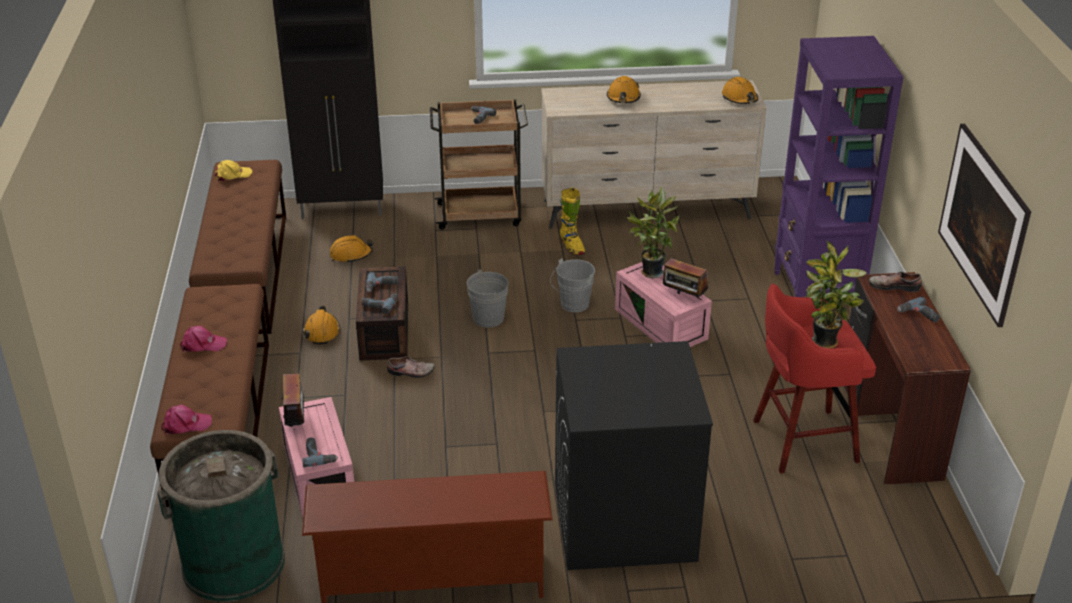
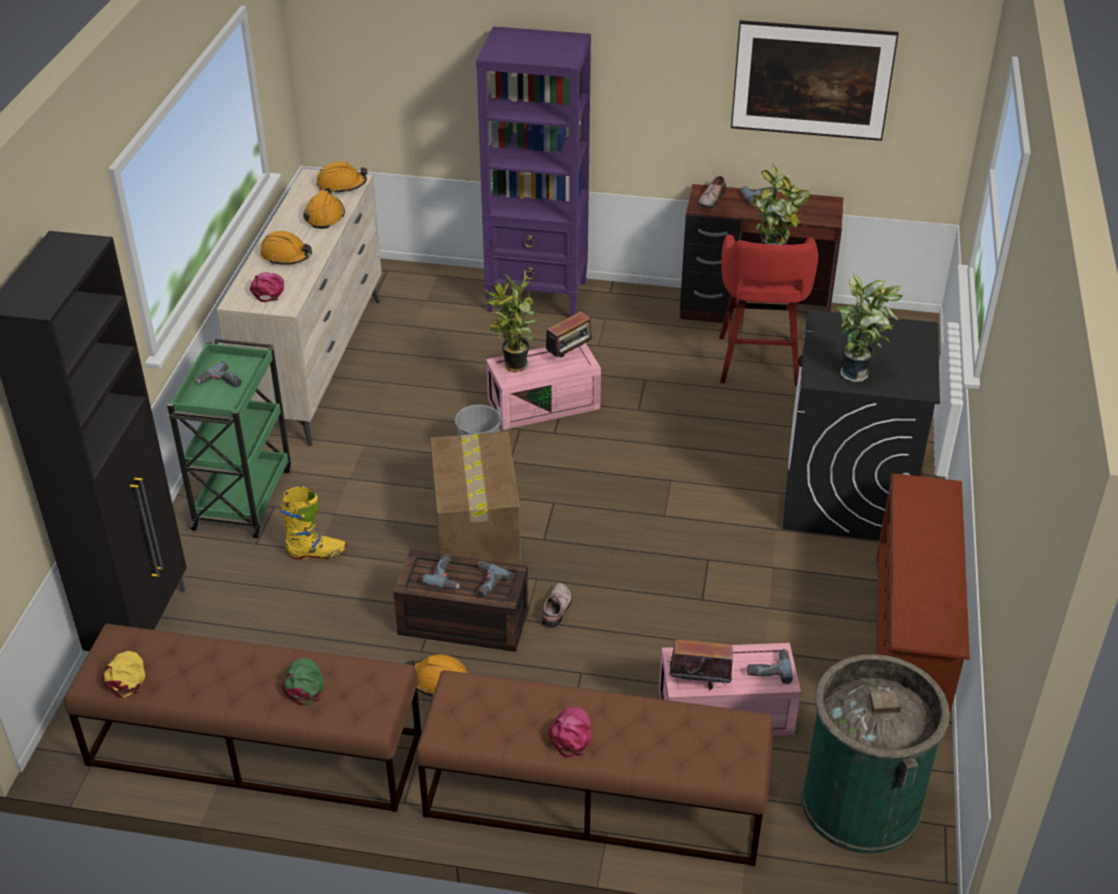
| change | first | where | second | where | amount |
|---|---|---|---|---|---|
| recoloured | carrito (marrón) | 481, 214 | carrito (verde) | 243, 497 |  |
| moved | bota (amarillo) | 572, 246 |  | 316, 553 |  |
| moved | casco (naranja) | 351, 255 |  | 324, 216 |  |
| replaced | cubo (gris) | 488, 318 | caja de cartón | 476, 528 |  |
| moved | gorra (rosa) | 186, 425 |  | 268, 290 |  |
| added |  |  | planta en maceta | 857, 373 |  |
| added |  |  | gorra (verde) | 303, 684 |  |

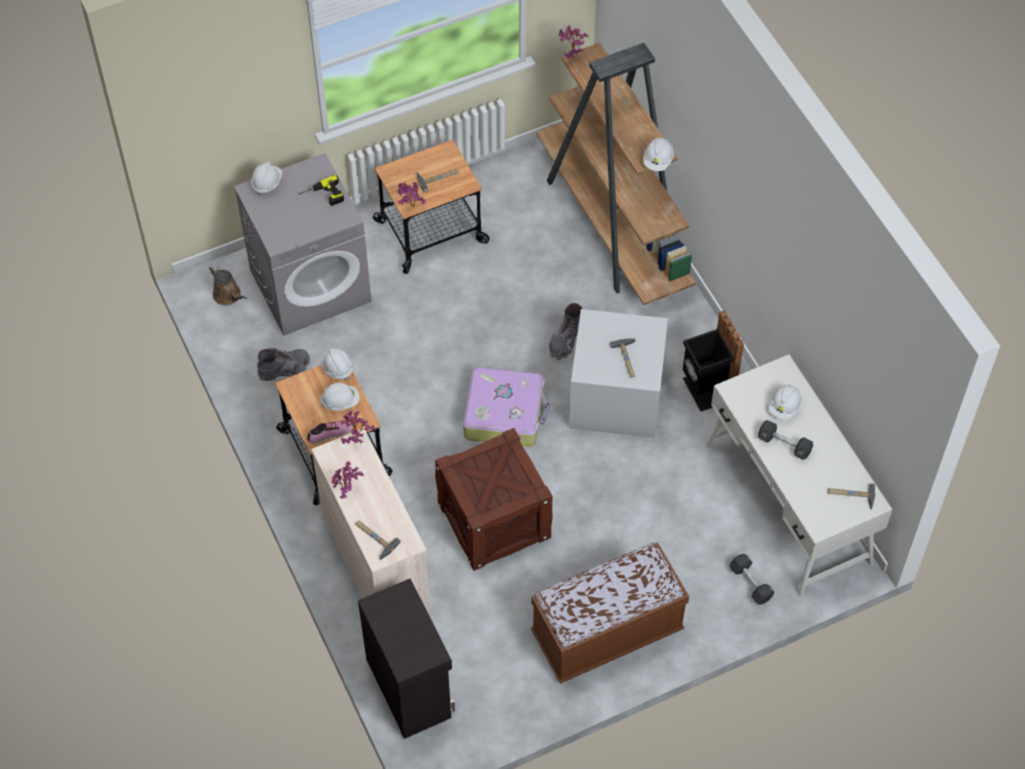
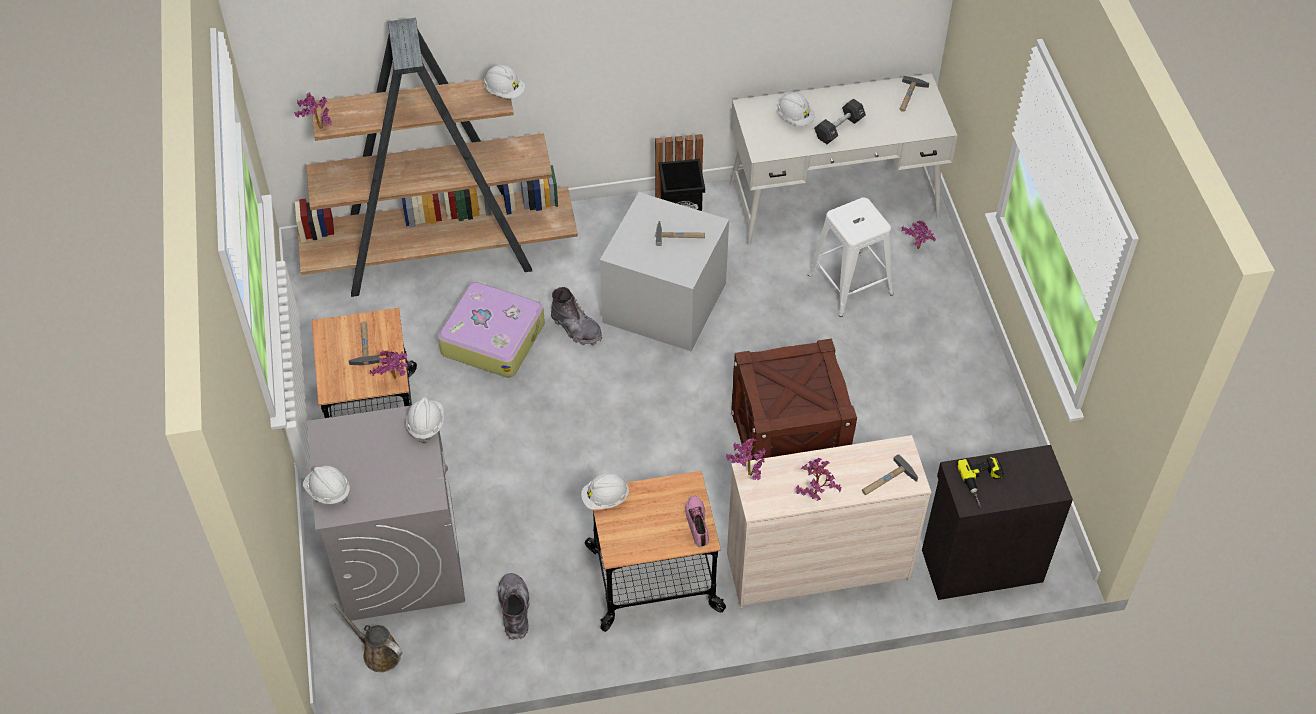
| change | first | where | second | where | amount |
|---|---|---|---|---|---|
| moved | taladro | 323, 196 |  | 983, 484 |  |
| turned | regadera (marrón) | 228, 296 |  | 378, 653 | 120 degrees counterclockwise |
| moved | maleta | 505, 413 |  | 493, 338 |  |
| moved | casco (blanco) | 340, 402 |  | 426, 424 |  |
| removed | banco (marrón) | 607, 633 |  |  |  |
| replaced | mancuerna (negro) | 750, 583 | planta en maceta | 916, 249 |  |
| added |  |  | taburete (blanco) | 850, 284 |  |

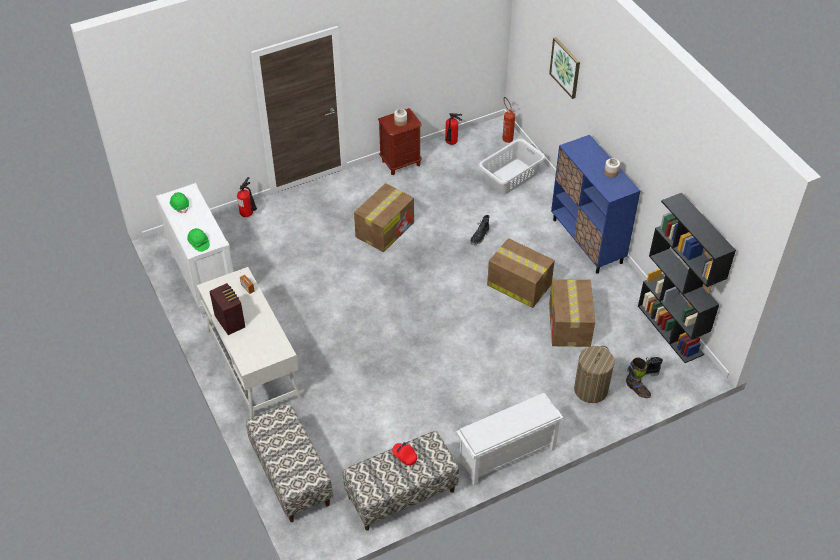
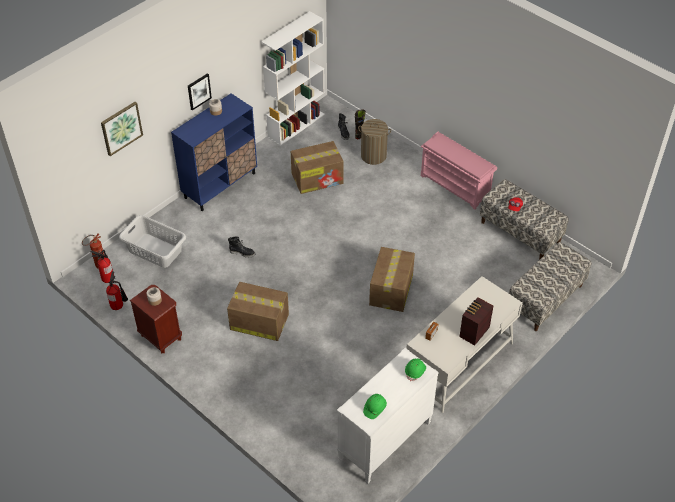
| change | first | where | second | where | amount |
|---|---|---|---|---|---|
| moved | extintor | 249, 214 |  | 108, 277 |  |
| recoloured | estantería (negro) | 671, 330 | estantería (blanco) | 296, 125 |  |
| moved | caja de cartón | 518, 284 |  | 391, 290 |  |
| recoloured | zapatero (blanco) | 506, 456 | zapatero (rosa) | 455, 186 |  |
| added |  |  | cuadro | 199, 91 |  |

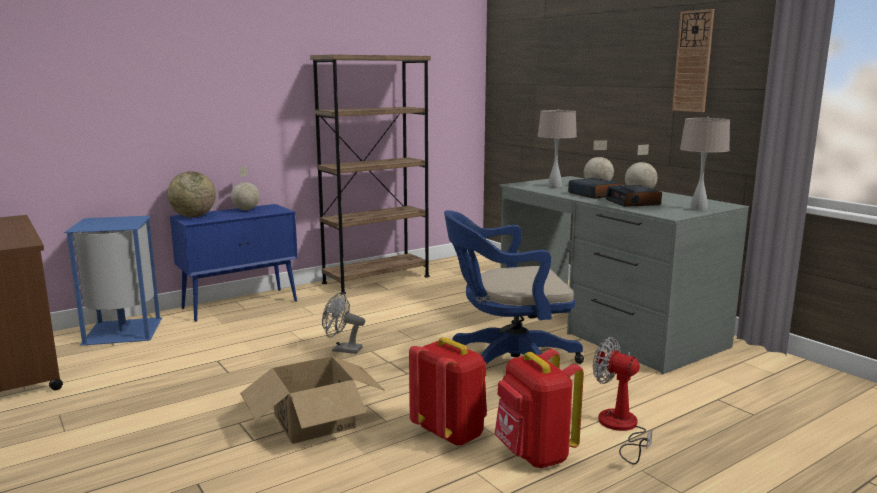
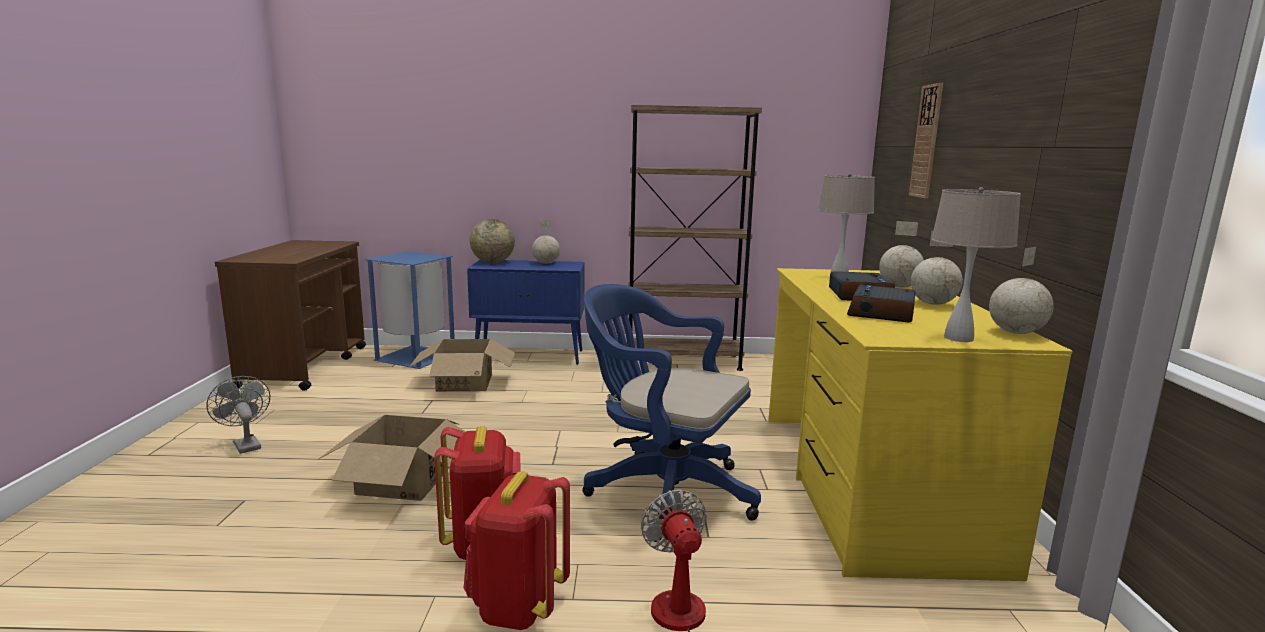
| change | first | where | second | where | amount |
|---|---|---|---|---|---|
| moved | reloj de pared | 693, 61 |  | 926, 141 |  |
| recoloured | escritorio (gris) | 605, 325 | escritorio (amarillo) | 867, 484 |  |
| moved | ventilador (gris) | 342, 349 |  | 245, 444 |  |
| added |  |  | globo terráqueo | 1015, 332 |  |
| added |  |  | caja de cartón | 464, 383 |  |

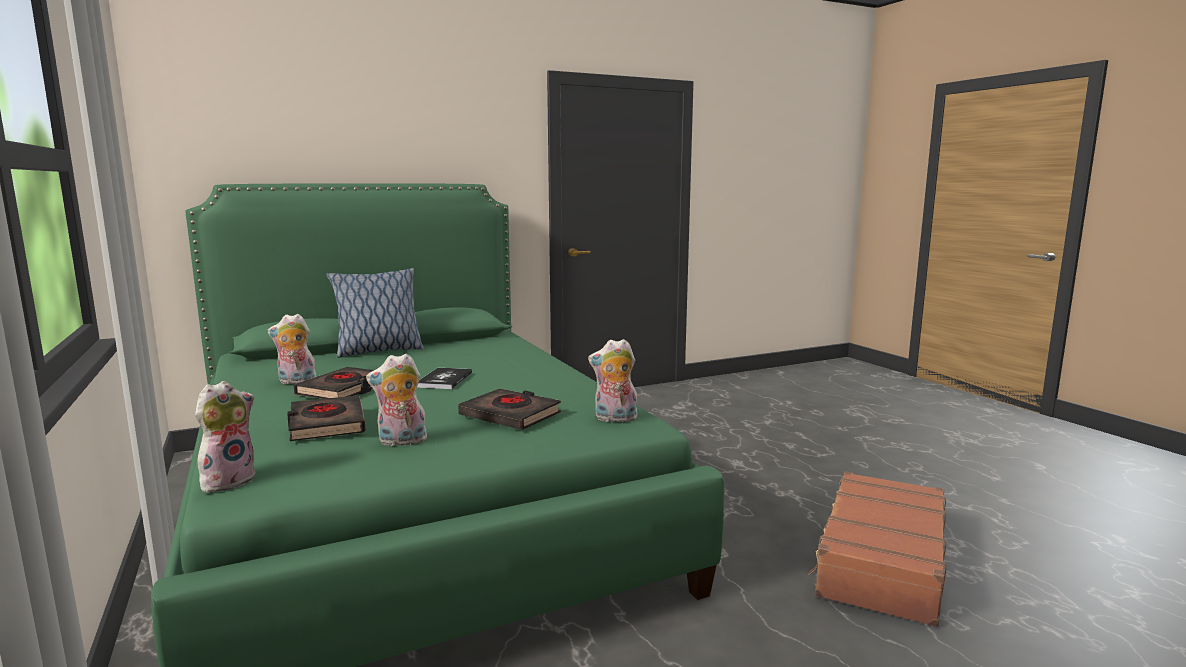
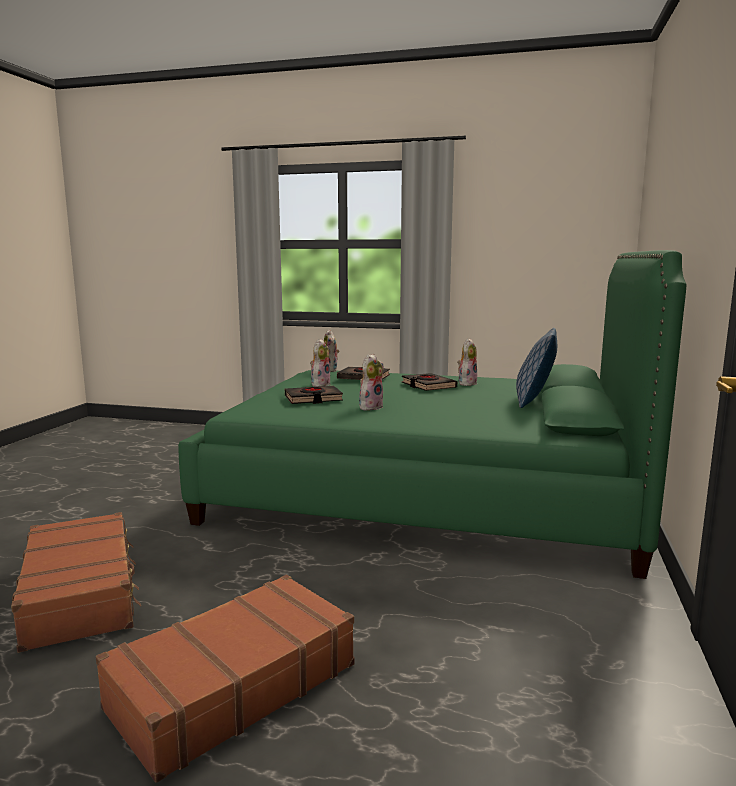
| change | first | where | second | where | amount |
|---|---|---|---|---|---|
| moved | peluche | 614, 419 |  | 370, 407 |  |
| removed | libro | 444, 380 |  |  |  |
| added |  |  | maleta (marrón) | 232, 686 |  |

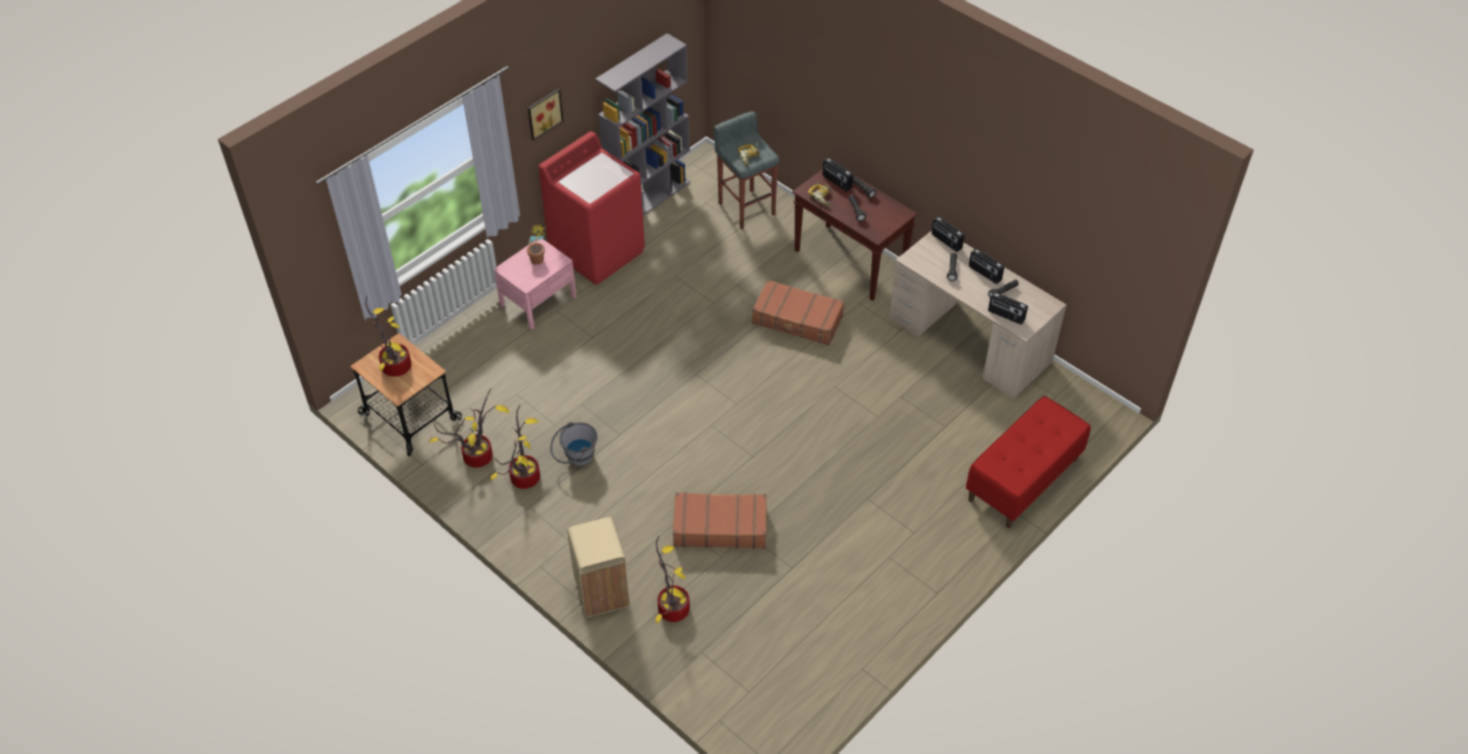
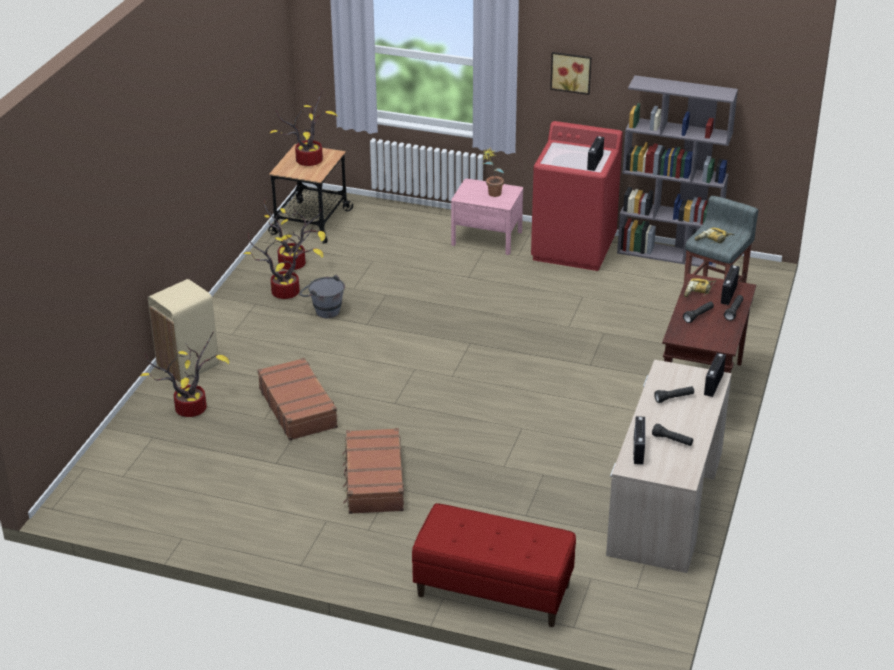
| change | first | where | second | where | amount |
|---|---|---|---|---|---|
| moved | radio | 984, 273 |  | 594, 162 |  |
| moved | maleta (marrón) | 797, 320 |  | 373, 480 |  |

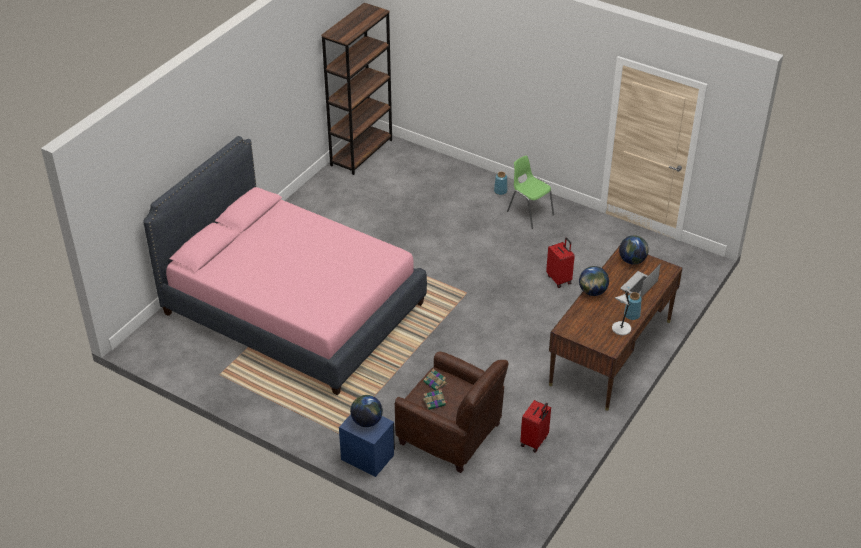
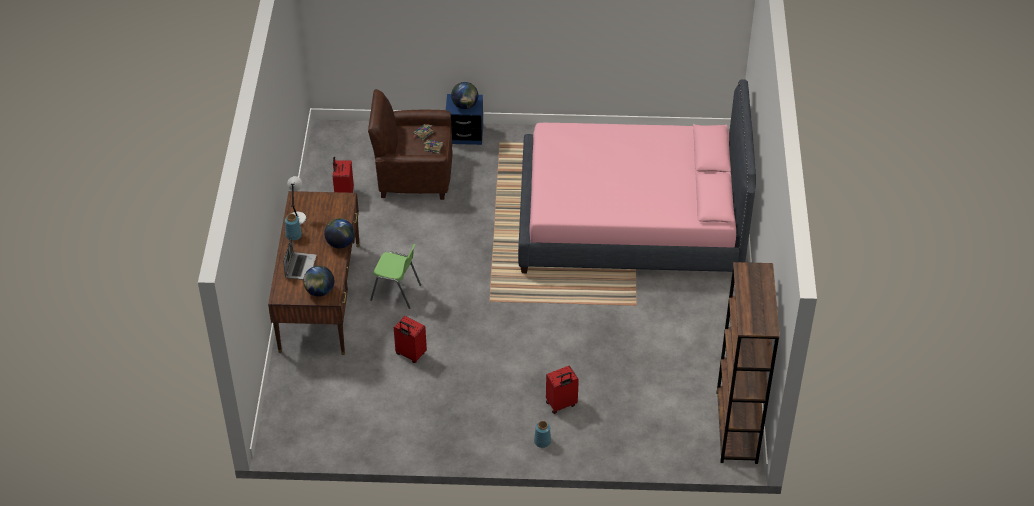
| change | first | where | second | where | amount |
|---|---|---|---|---|---|
| moved | silla (verde) | 529, 213 |  | 396, 292 |  |
| added |  |  | maleta (rojo) | 561, 404 |  |

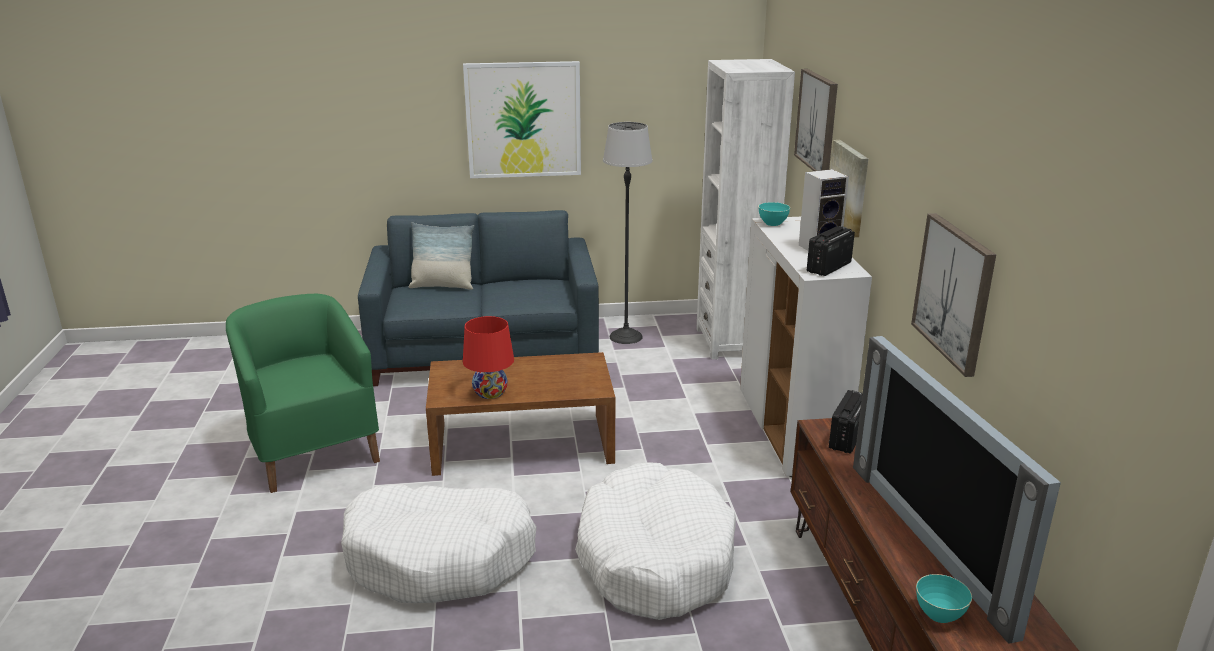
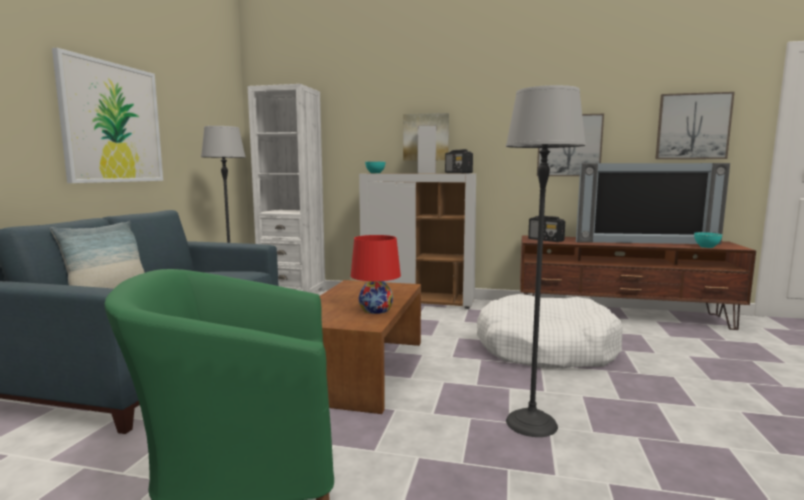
| change | first | where | second | where | amount |
|---|---|---|---|---|---|
| moved | cuadro | 817, 121 |  | 692, 126 |  |
| replaced | cama para perro (blanco) | 440, 558 | lámpara de pie | 531, 423 |  |

